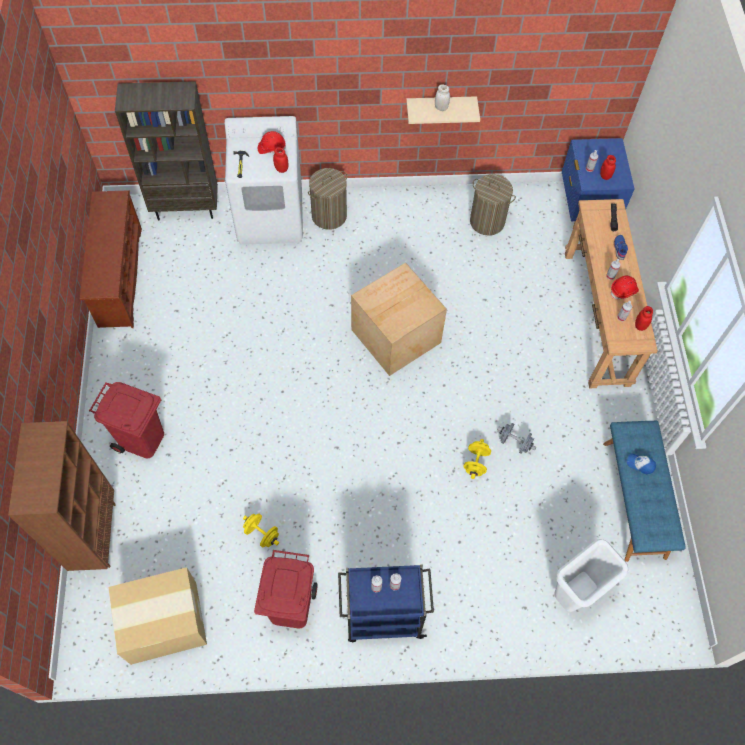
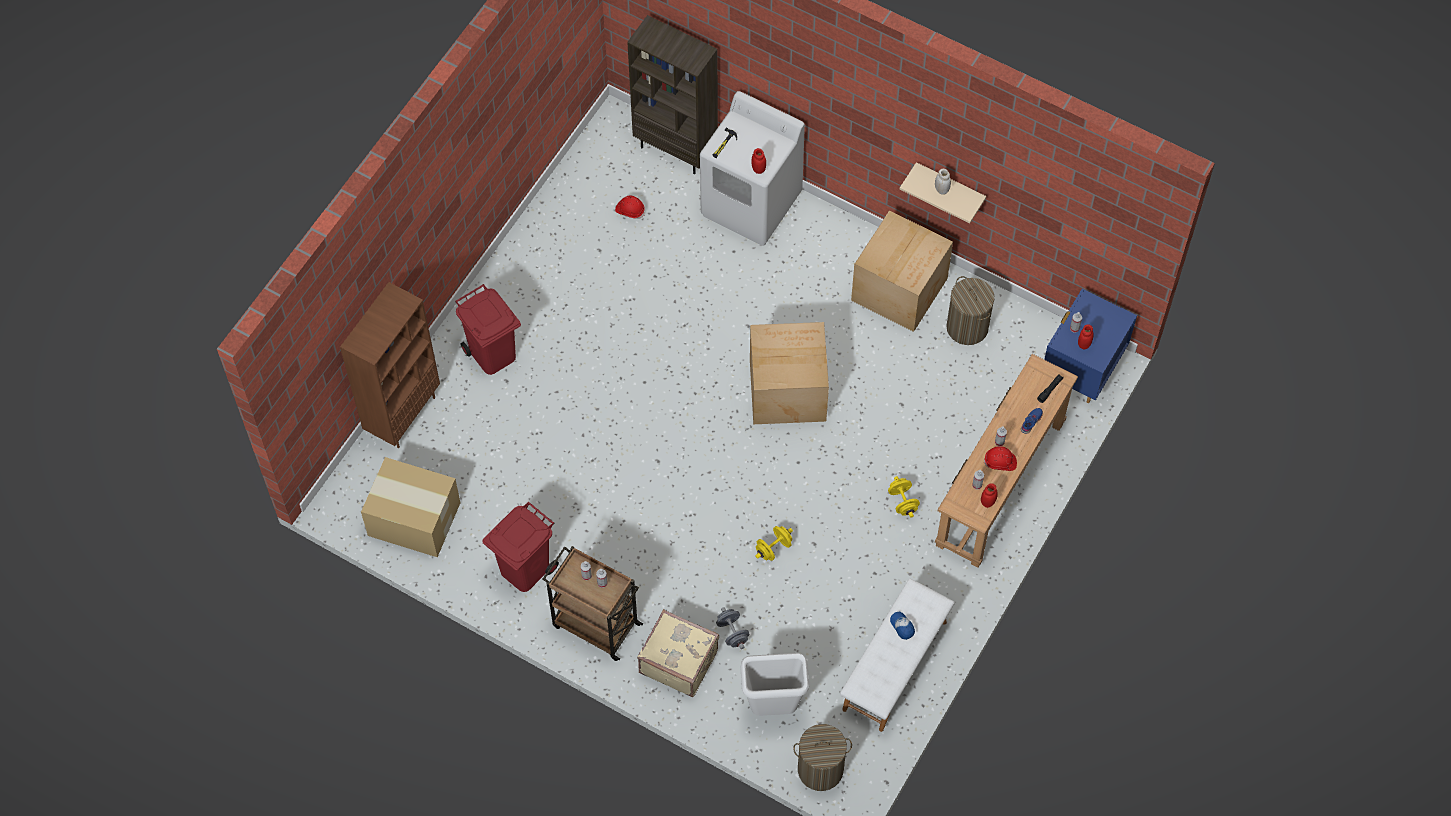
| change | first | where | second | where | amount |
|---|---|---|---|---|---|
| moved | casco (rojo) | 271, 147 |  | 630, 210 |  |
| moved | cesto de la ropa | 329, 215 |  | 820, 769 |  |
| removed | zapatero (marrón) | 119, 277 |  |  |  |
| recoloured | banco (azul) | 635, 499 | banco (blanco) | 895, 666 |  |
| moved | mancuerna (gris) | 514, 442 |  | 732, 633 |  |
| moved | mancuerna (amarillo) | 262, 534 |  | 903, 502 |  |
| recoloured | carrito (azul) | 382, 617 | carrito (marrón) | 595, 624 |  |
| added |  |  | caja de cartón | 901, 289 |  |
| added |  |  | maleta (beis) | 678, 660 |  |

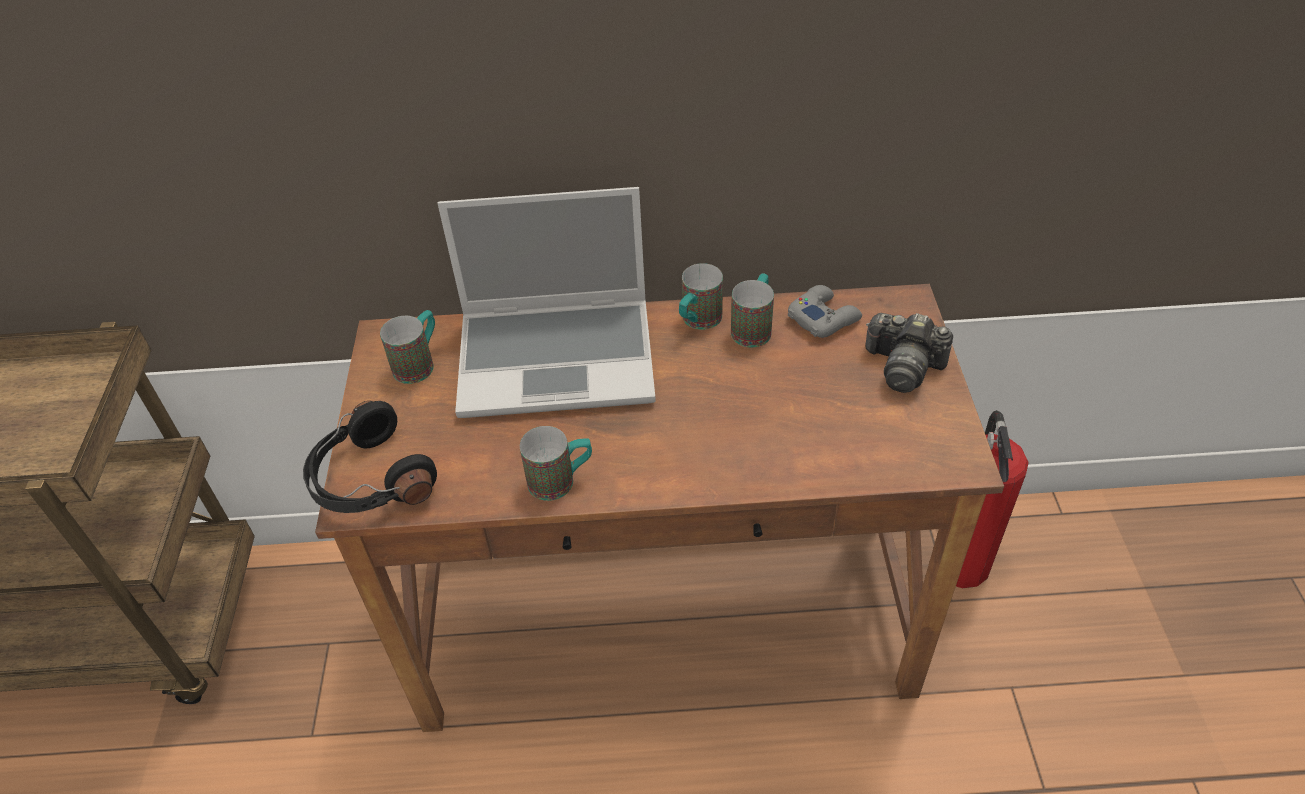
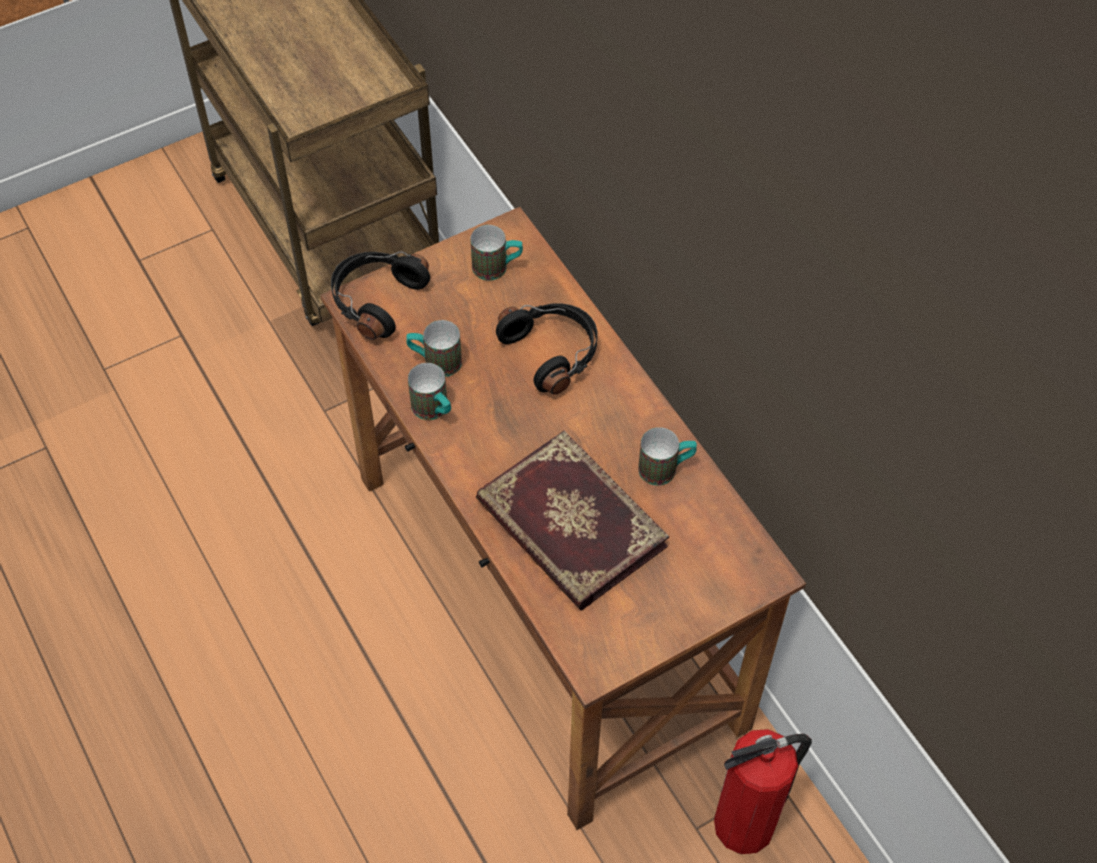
| change | first | where | second | where | amount |
|---|---|---|---|---|---|
| replaced | portátil | 559, 358 | auriculares (negro) | 553, 352 |  |
| moved | taza grande | 697, 322 |  | 435, 362 |  |
| removed | mando de consola (gris) | 823, 318 |  |  |  |
| removed | cámara | 903, 366 |  |  |  |
| added |  |  | libro | 569, 525 |  |

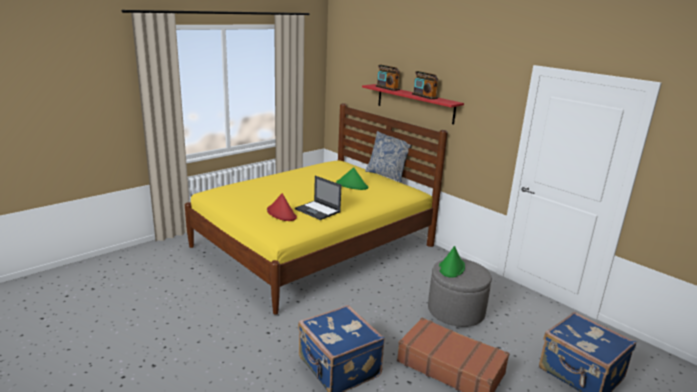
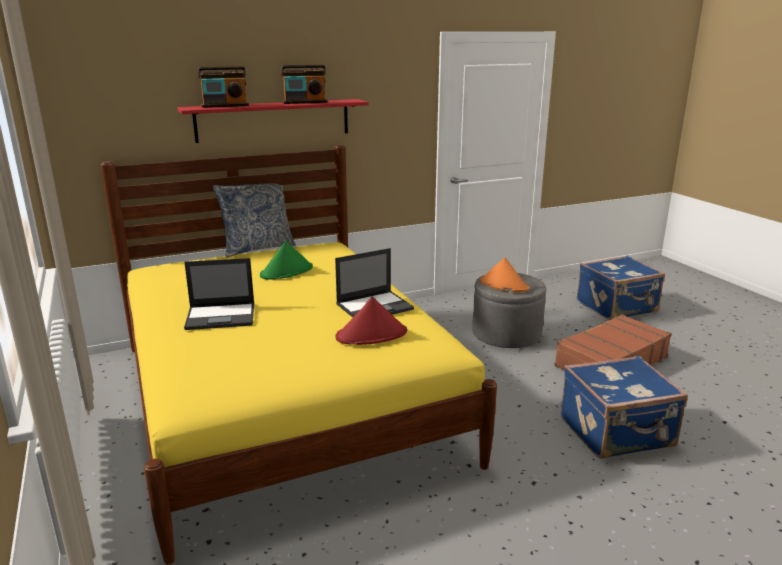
| change | first | where | second | where | amount |
|---|---|---|---|---|---|
| recoloured | sombrero (verde) | 451, 267 | sombrero (naranja) | 503, 285 |  |
| added |  |  | portátil | 222, 316 |  |

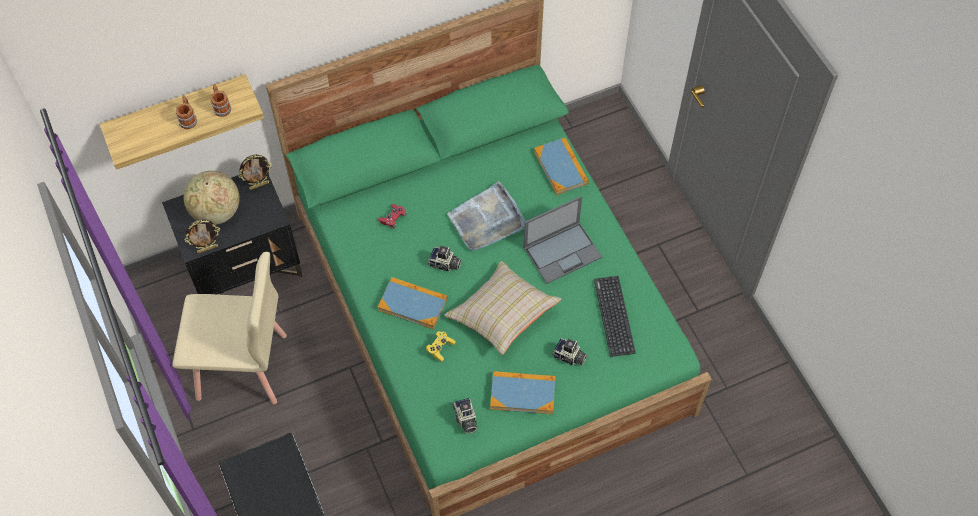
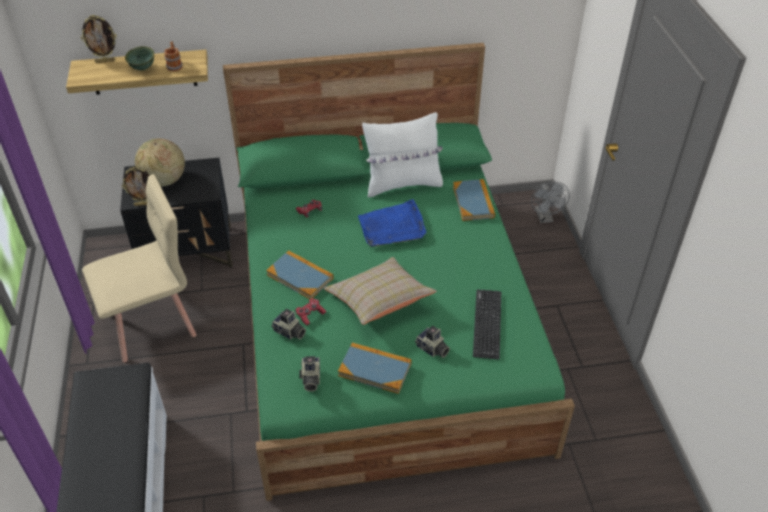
| change | first | where | second | where | amount |
|---|---|---|---|---|---|
| replaced | taza grande | 188, 119 | cuenco (verde) | 143, 68 |  |
| moved | portarretratos | 259, 185 |  | 105, 61 |  |
| recoloured | bandeja (gris) | 487, 220 | bandeja (azul) | 392, 227 |  |
| removed | portátil | 563, 252 |  |  |  |
| moved | cámara | 445, 264 |  | 289, 332 |  |
| turned | silla (beis) | 243, 367 |  | 151, 324 | 45 degrees counterclockwise |
| recoloured | mando de consola (amarillo) | 440, 348 | mando de consola (rojo) | 310, 315 |  |
| added |  |  | cojín (blanco) | 403, 184 |  |
| added |  |  | ventilador (gris) | 545, 218 |  |

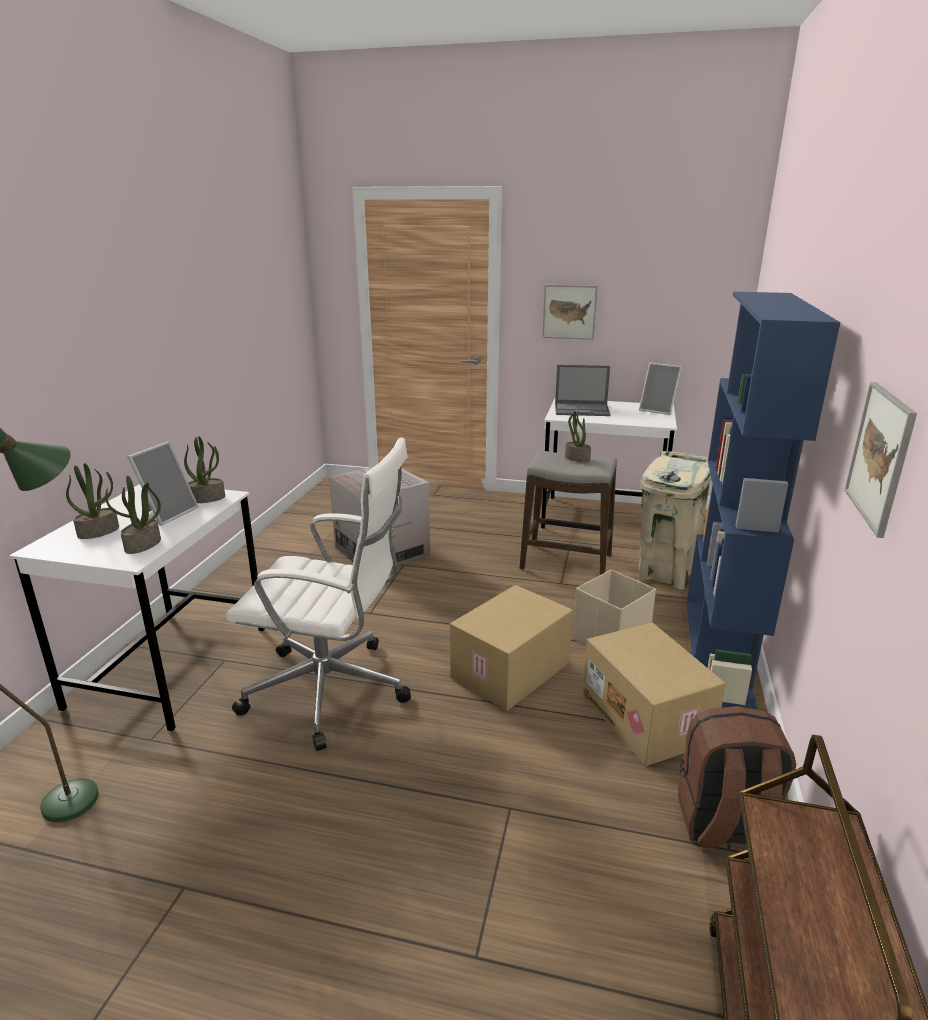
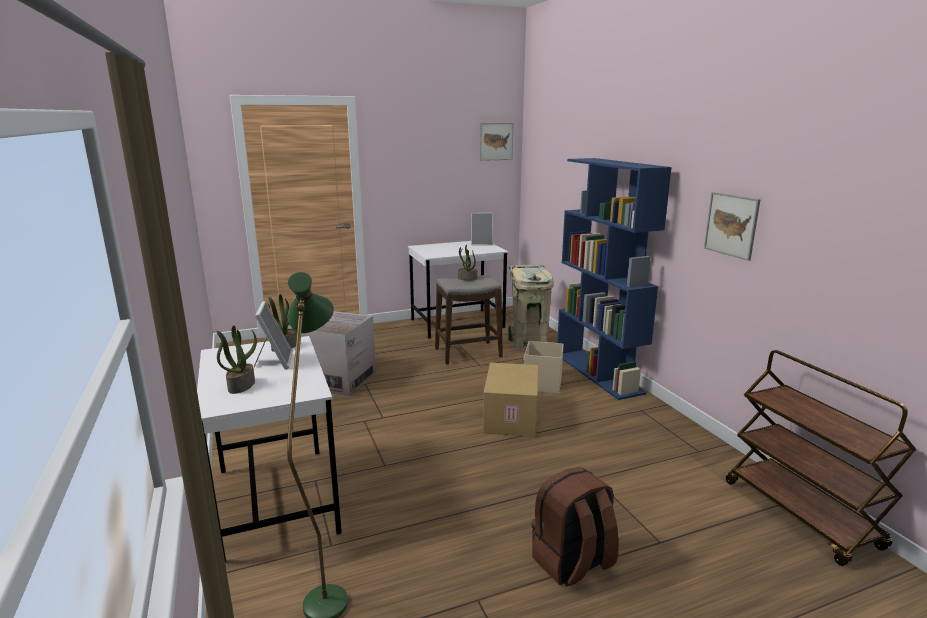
| change | first | where | second | where | amount |
|---|---|---|---|---|---|
| moved | cuadro | 569, 312 |  | 496, 141 |  |
| removed | portátil | 582, 410 |  |  |  |
| removed | silla de oficina (blanco) | 331, 691 |  |  |  |
| removed | planta en maceta | 143, 545 |  |  |  |
| removed | caja de cartón | 647, 718 |  |  |  |
| moved | mochila (marrón) | 725, 826 |  | 572, 563 |  |

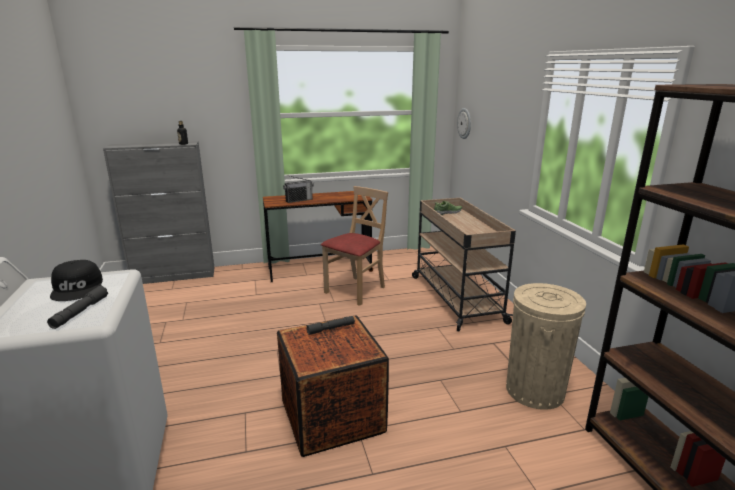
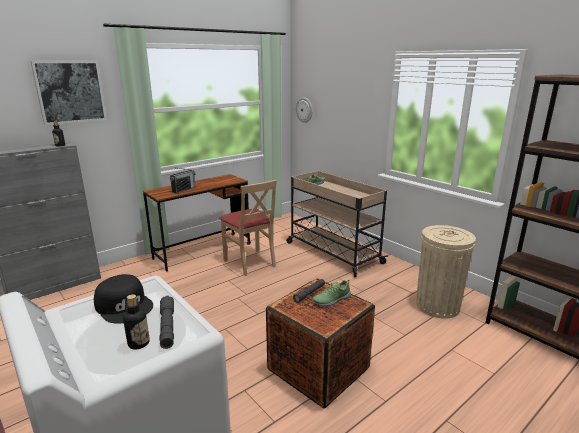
| change | first | where | second | where | amount |
|---|---|---|---|---|---|
| turned | silla (beis) | 356, 290 |  | 250, 262 | 135 degrees clockwise |
| added |  |  | cuadro | 70, 92 |  |
| added |  |  | zapato | 331, 300 |  |
| added |  |  | botella | 138, 343 |  |

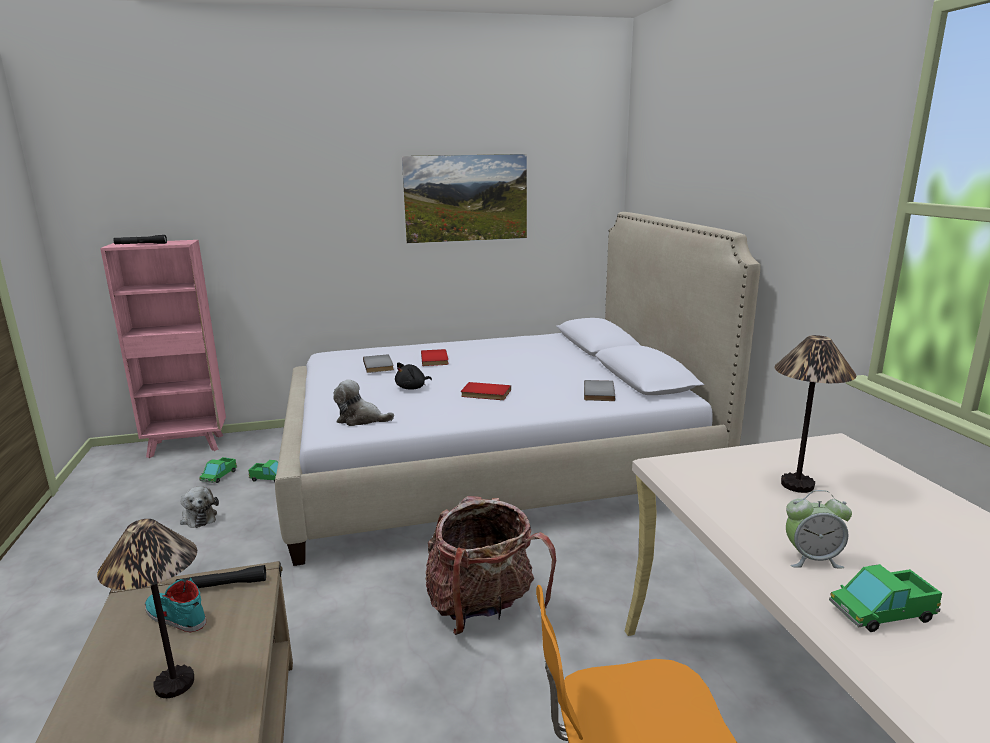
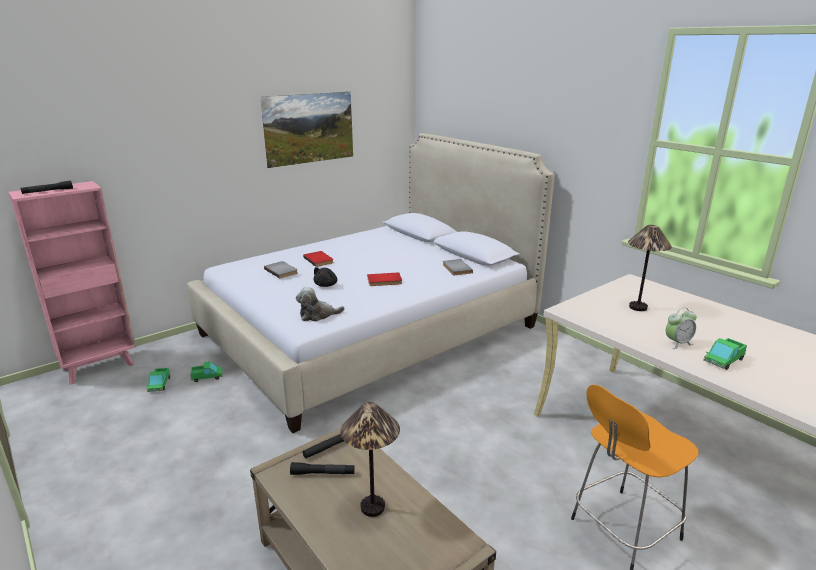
| change | first | where | second | where | amount |
|---|---|---|---|---|---|
| removed | peluche | 198, 517 |  |  |  |
| removed | mochila | 483, 609 |  |  |  |
| replaced | zapato (turquesa) | 174, 617 | linterna (negro) | 322, 473 |  |

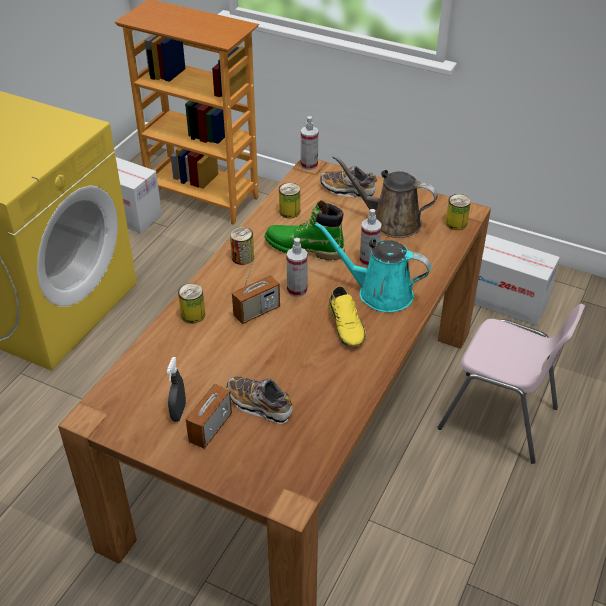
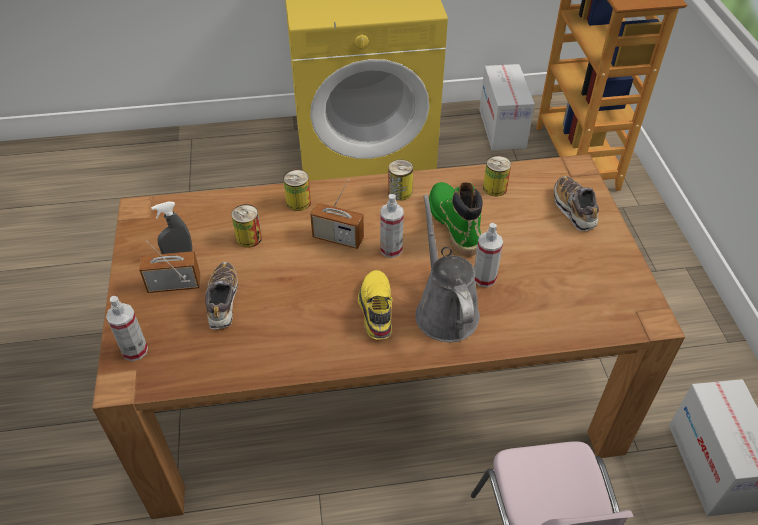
| change | first | where | second | where | amount |
|---|---|---|---|---|---|
| moved | pulverizador | 309, 165 |  | 135, 350 |  |
| removed | regadera (marrón) | 390, 222 |  |  |  |
| moved | lata | 456, 223 |  | 249, 238 |  |
| recoloured | regadera (turquesa) | 379, 293 | regadera (gris) | 444, 310 |  |
| turned | zapato (amarillo) | 347, 325 |  | 375, 309 | 135 degrees clockwise |

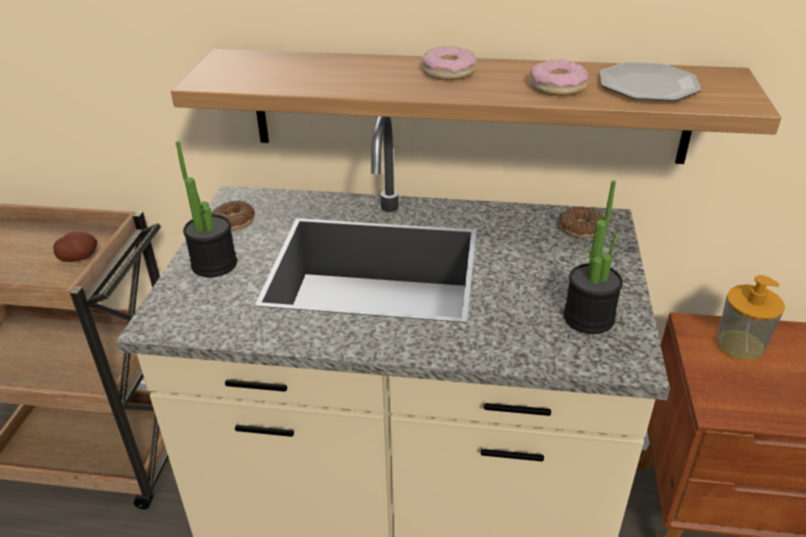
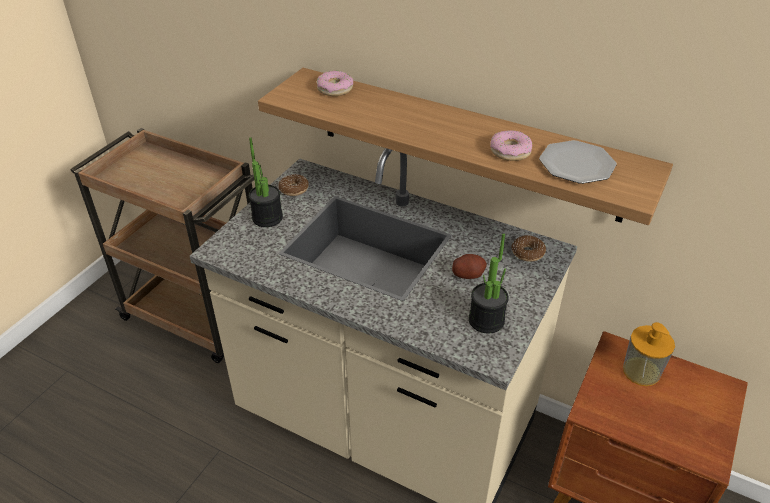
| change | first | where | second | where | amount |
|---|---|---|---|---|---|
| moved | rosquilla | 449, 72 |  | 335, 89 |  |
| moved | patata | 79, 257 |  | 468, 274 |  |

